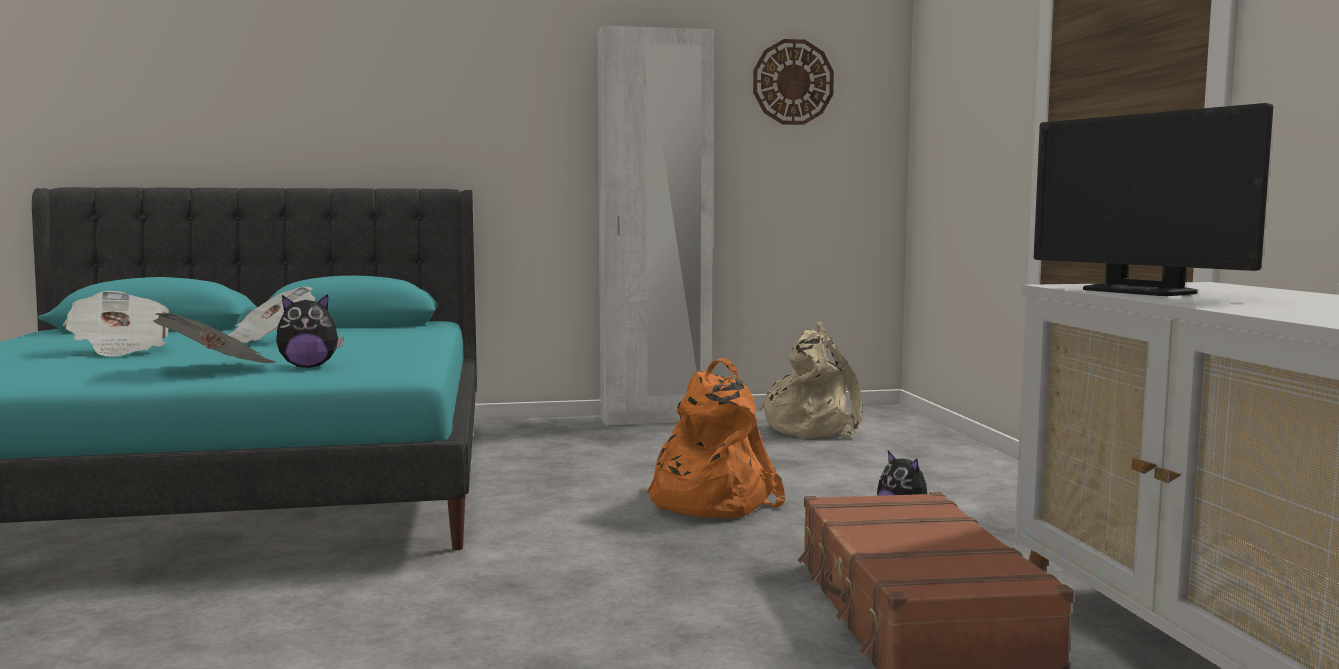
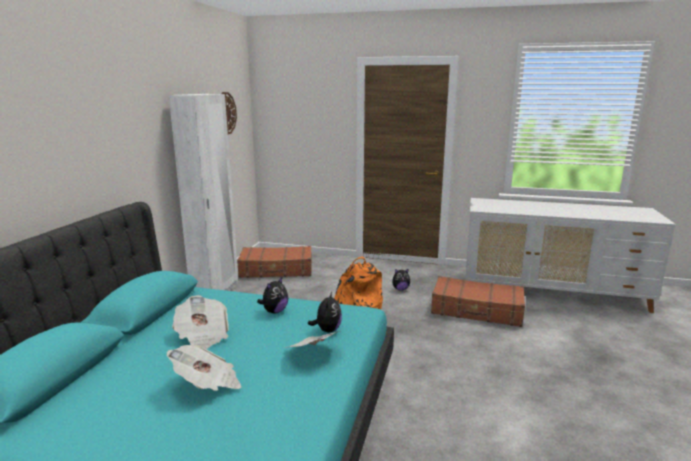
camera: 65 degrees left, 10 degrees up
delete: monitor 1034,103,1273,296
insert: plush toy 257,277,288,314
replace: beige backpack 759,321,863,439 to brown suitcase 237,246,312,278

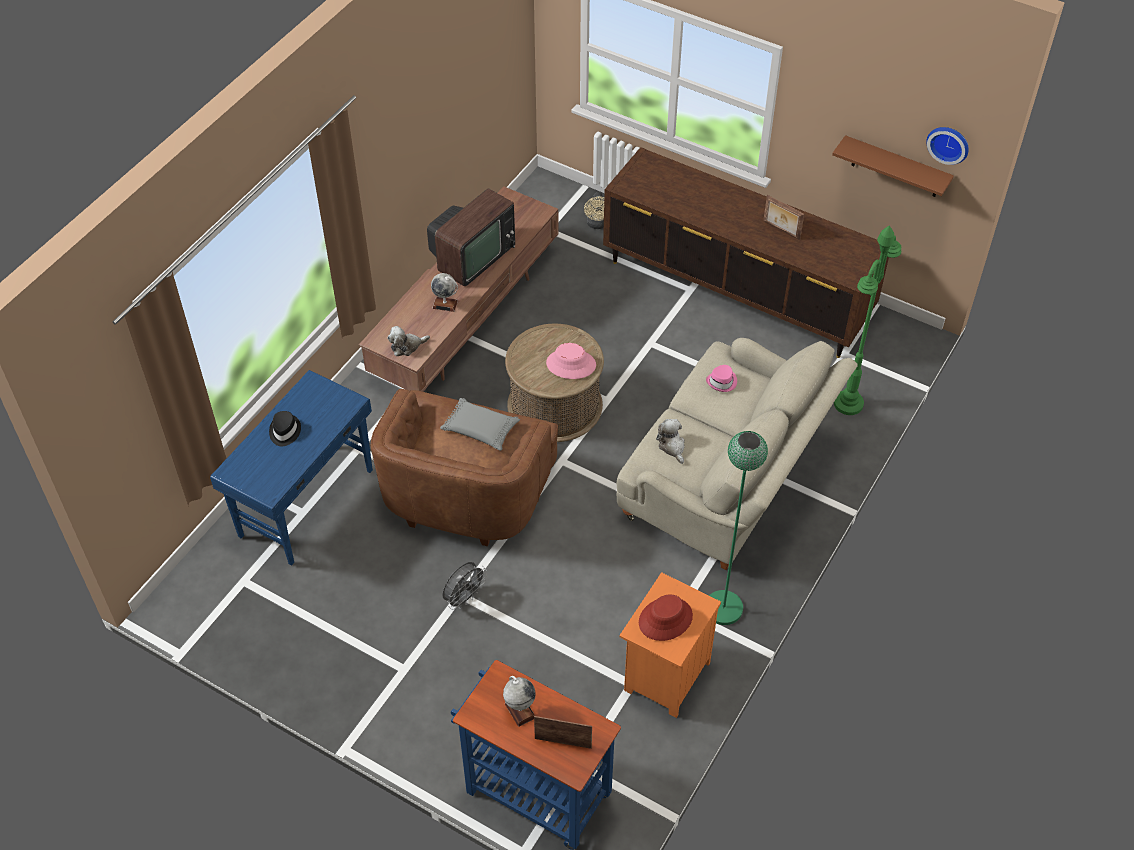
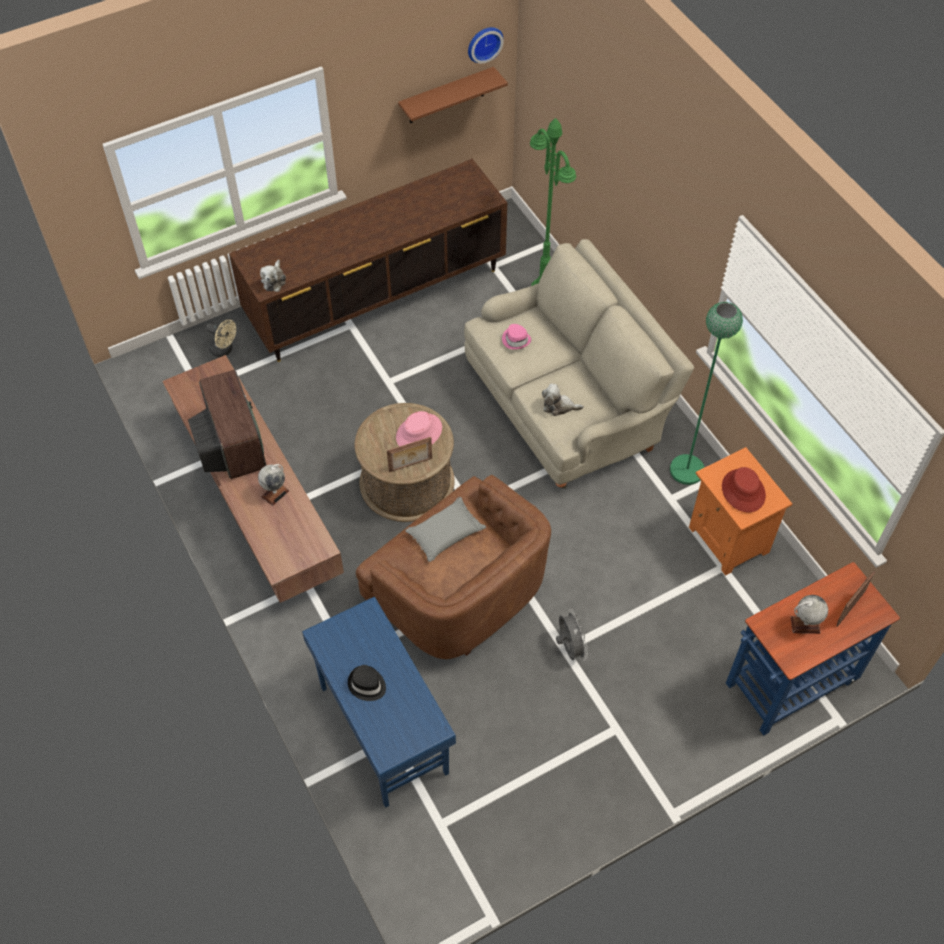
camera: 60 degrees left, 5 degrees up
move: plush toy 387,326,430,356 to 260,260,286,292; picture frame 763,195,804,240 to 387,437,432,472

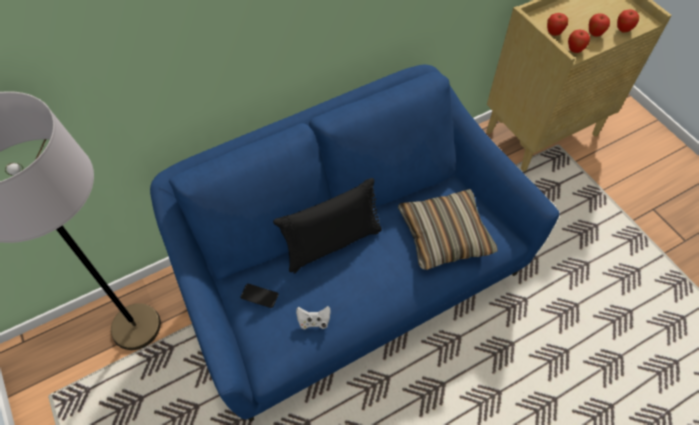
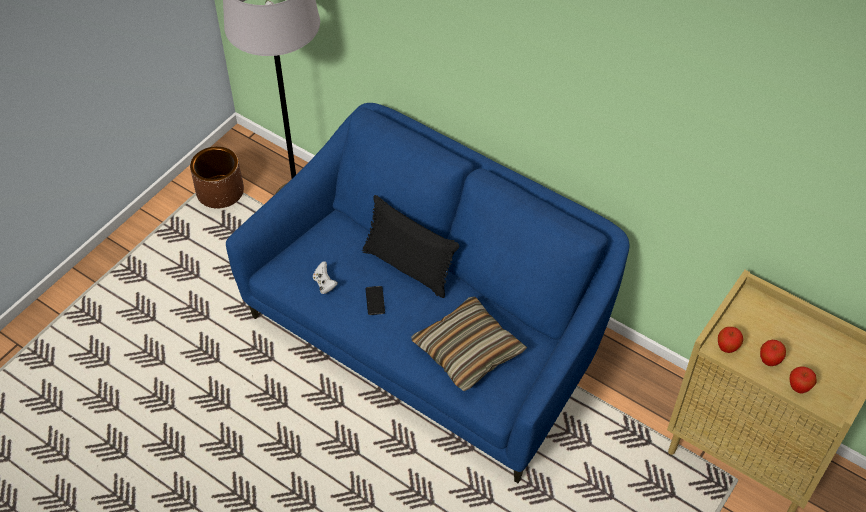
camera: 65 degrees right, 5 degrees down
delete: apple 547,13,568,36
insert: brown planter 190,146,244,208
move: phone 240,284,279,308 to 366,286,385,315

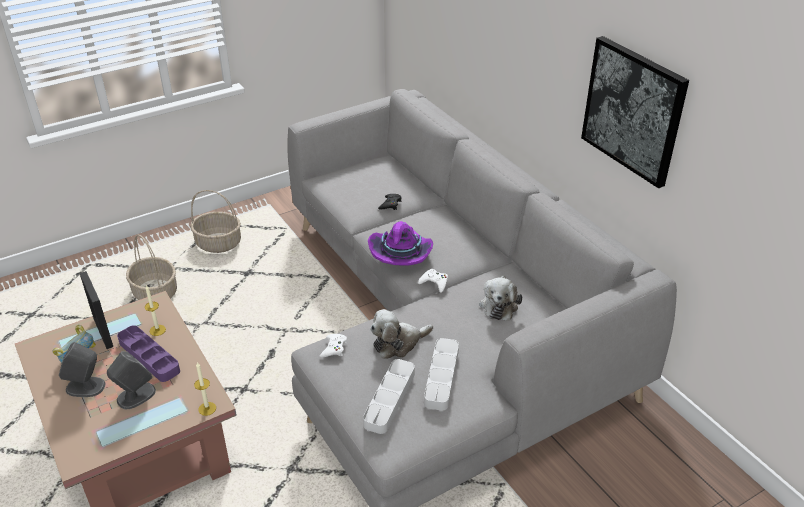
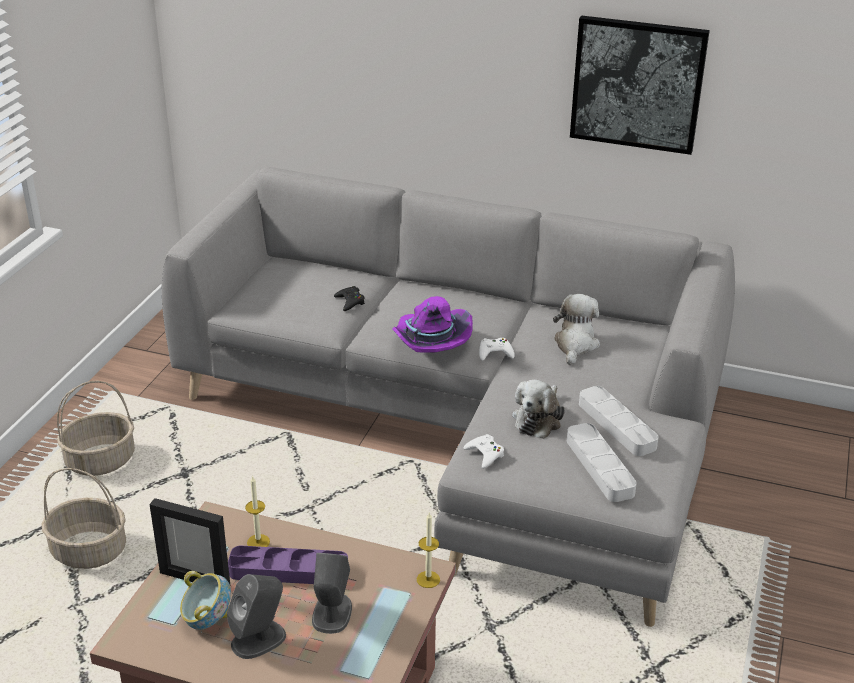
camera: 40 degrees left, 5 degrees down
rotate: plush toy 479,275,522,321 = 553,294,600,365 135 degrees counterclockwise

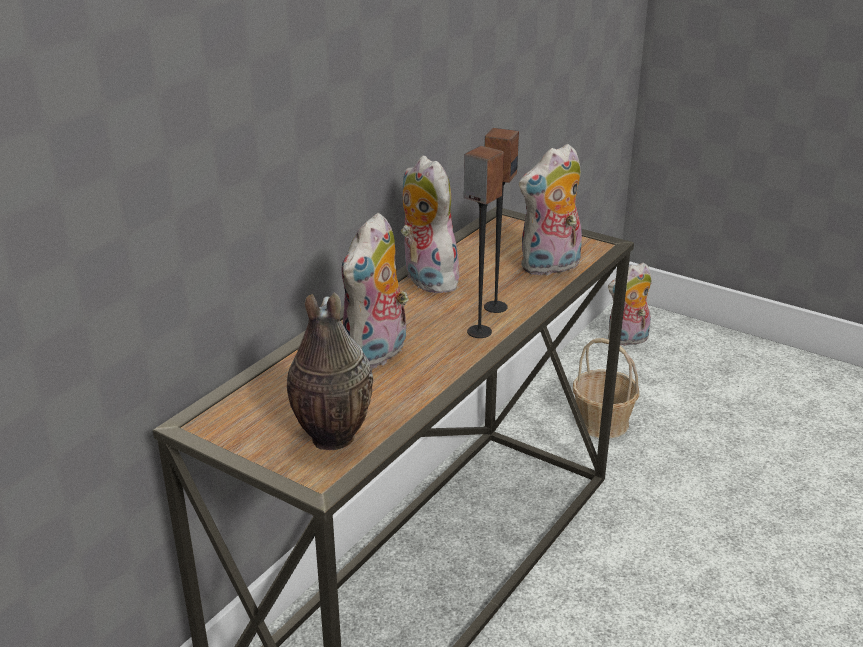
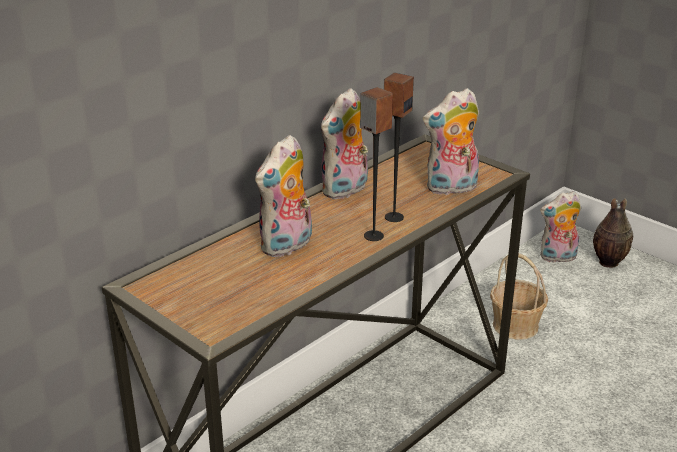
camera: 10 degrees right, 0 degrees up
move: vase 287,292,374,450 to 593,198,633,268
rotate: plush toy 401,156,464,293 = 321,88,368,199 120 degrees counterclockwise

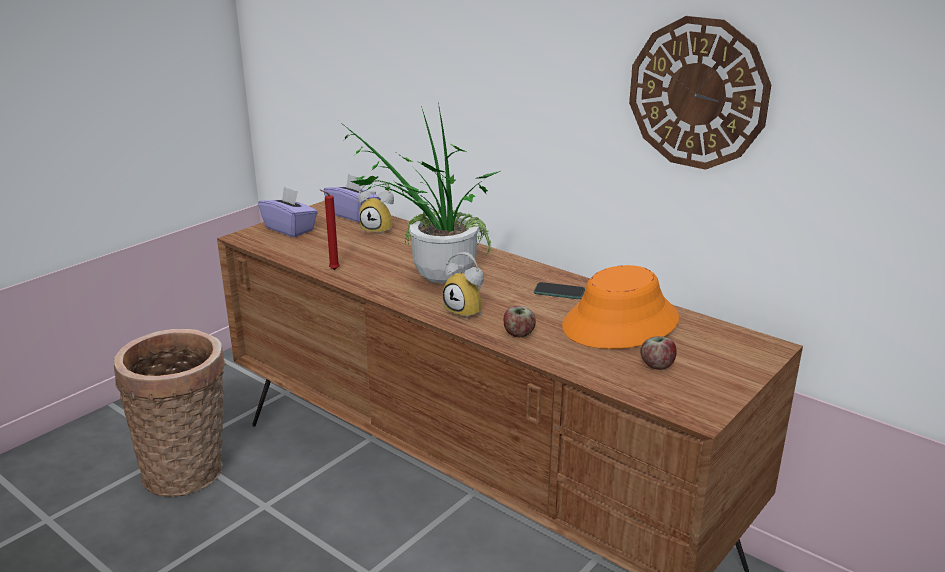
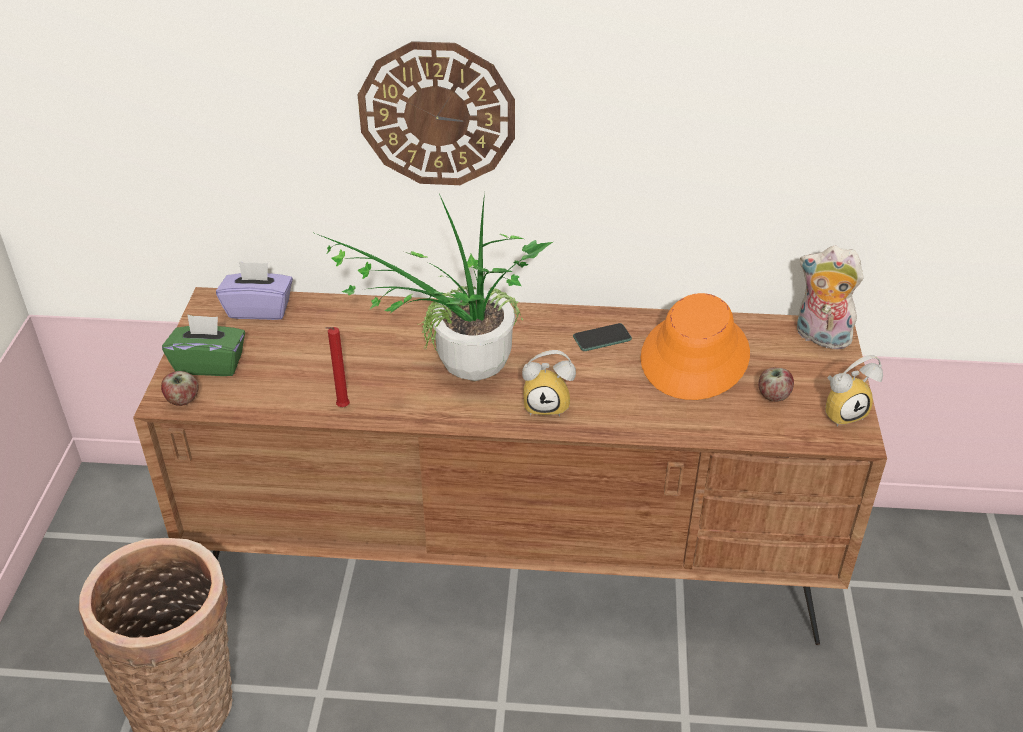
camera: 35 degrees left, 15 degrees up
insert: plush toy 797,246,864,349
move: alarm clock 358,179,394,235 to 825,355,883,427; apple 504,306,536,337 to 161,371,199,406; wall clock 629,16,771,170 to 358,41,515,185
recolor: purple tissue box 258,187,318,237 to green tissue box 162,314,245,376

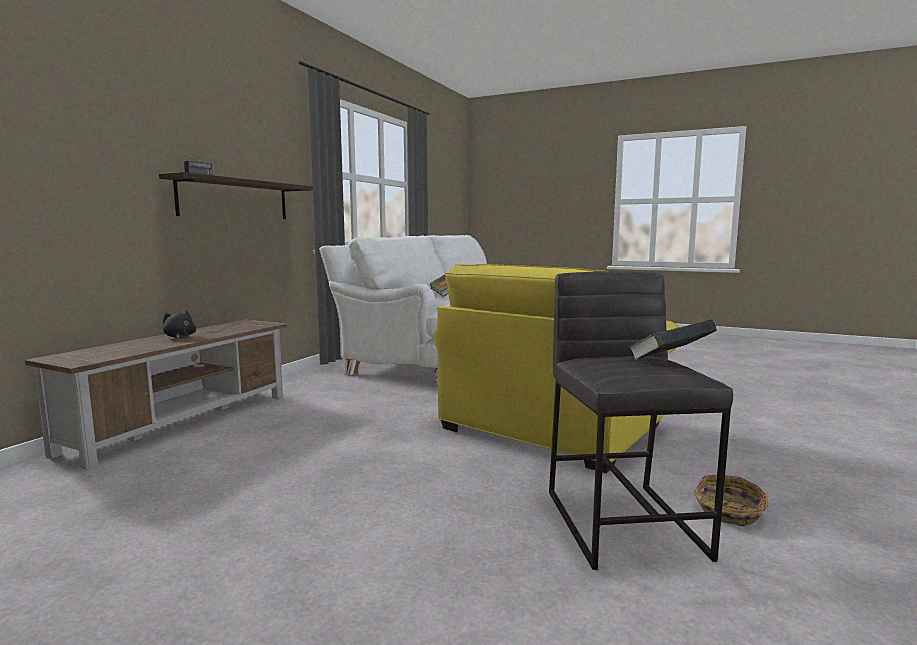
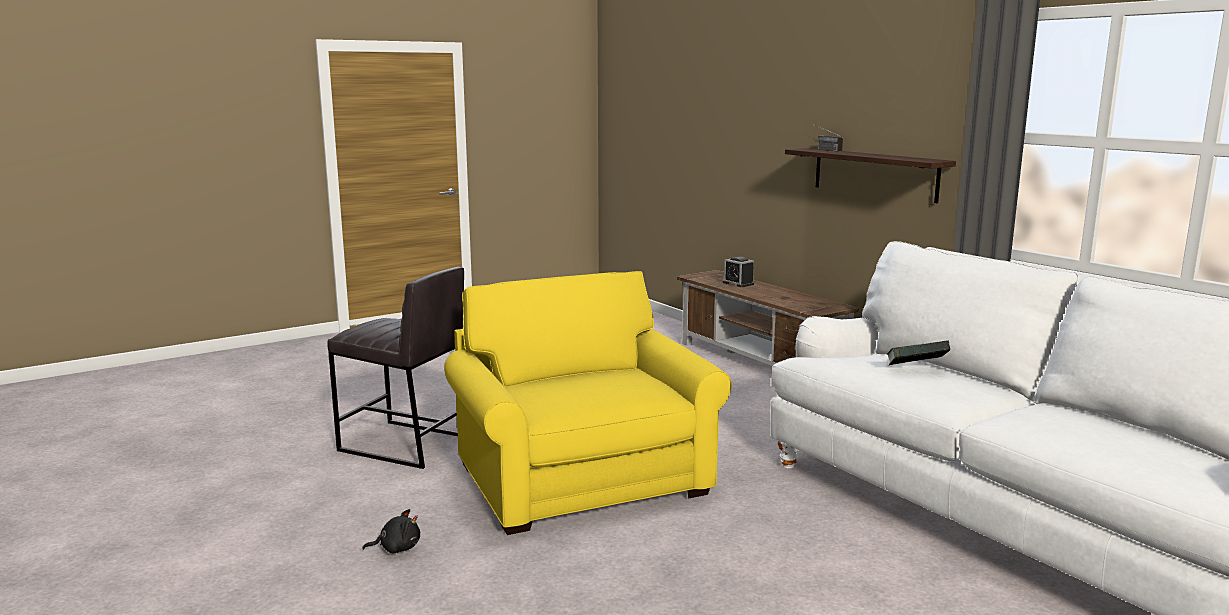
camera: 120 degrees right, 5 degrees up
delete: book 628,319,717,361; basket 694,475,768,526
insert: alarm clock 723,257,754,287
move: black plush toy 163,310,196,338 to 363,509,420,553

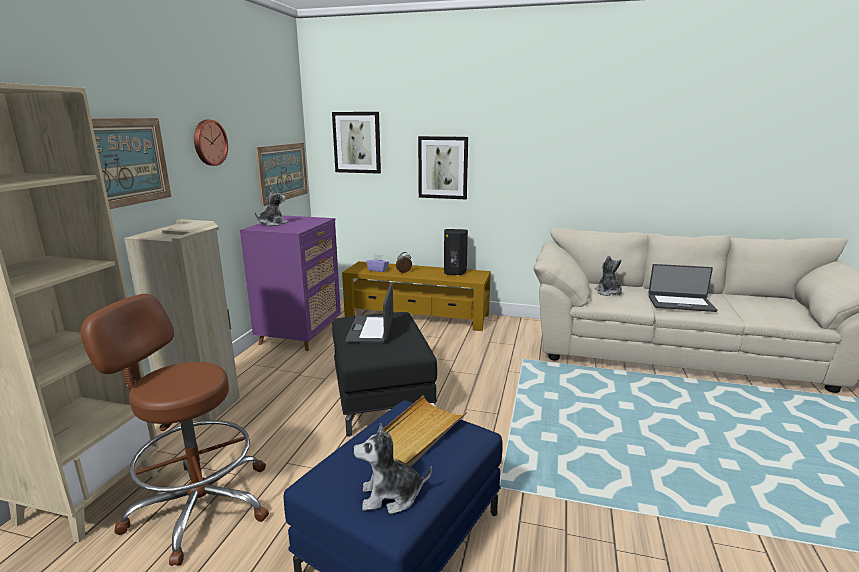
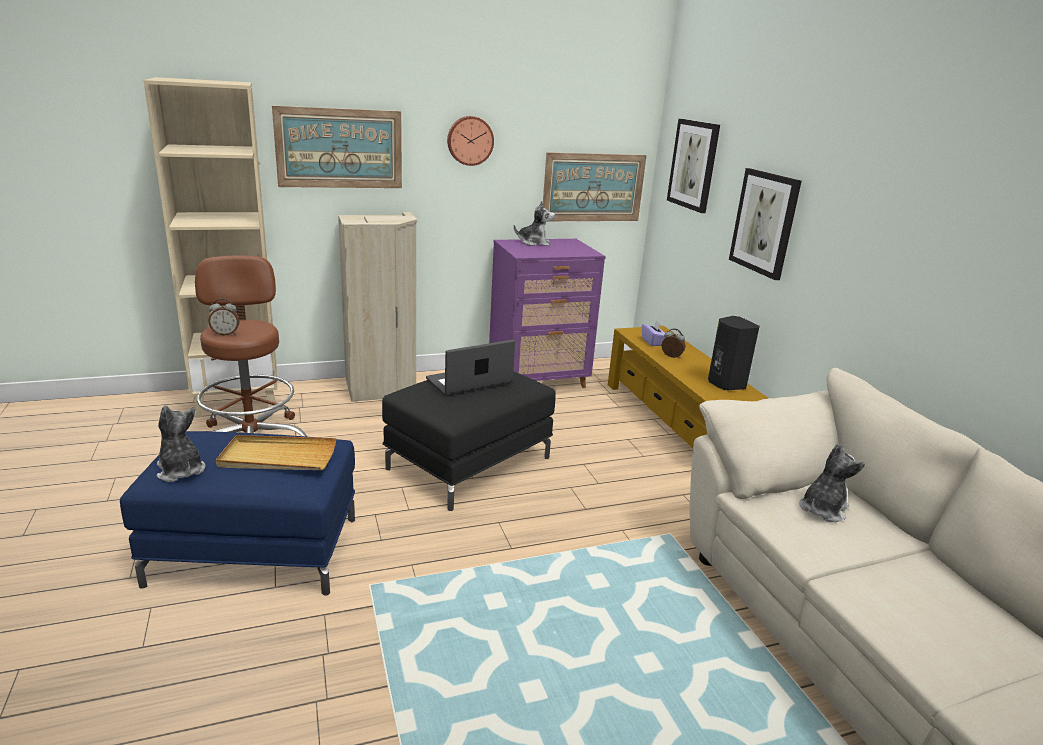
camera: 55 degrees right, 5 degrees up
delete: laptop 648,264,717,312
insert: alarm clock 208,298,239,335

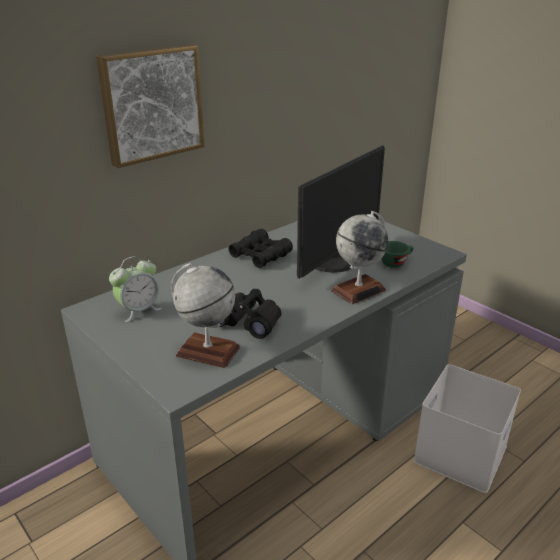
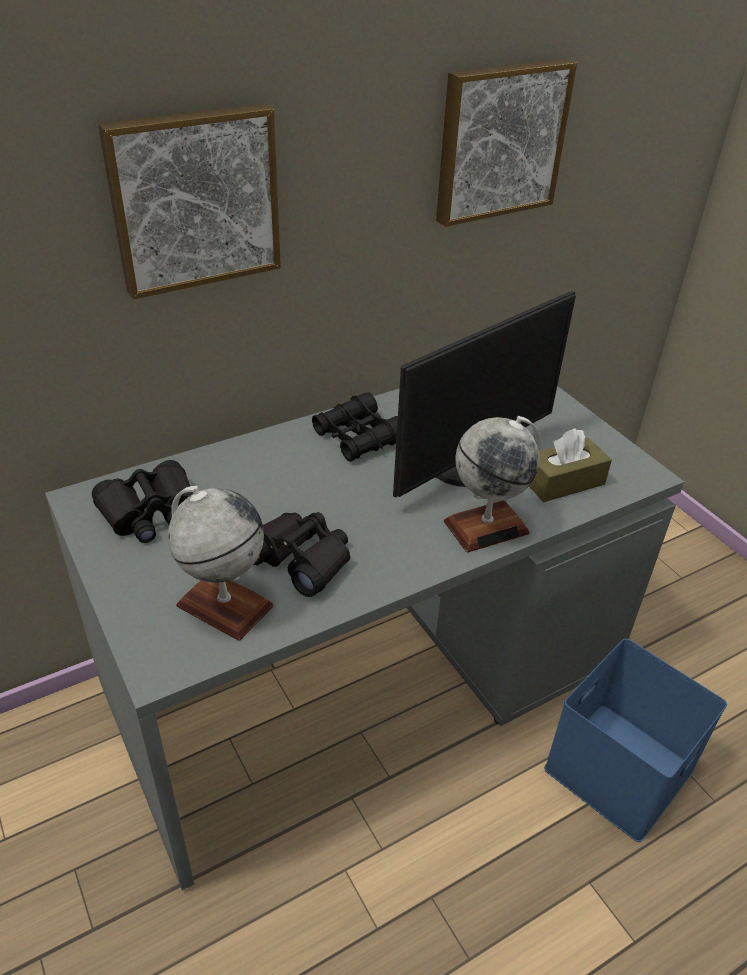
camera: 10 degrees right, 10 degrees up
insert: picture 436,59,577,227
replace: alarm clock 109,256,162,322 to black binoculars 92,460,193,543; green cup 381,241,414,268 to brown tissue box 529,428,612,502
recolor: white storage box 413,364,521,493 to blue storage box 544,638,727,842

